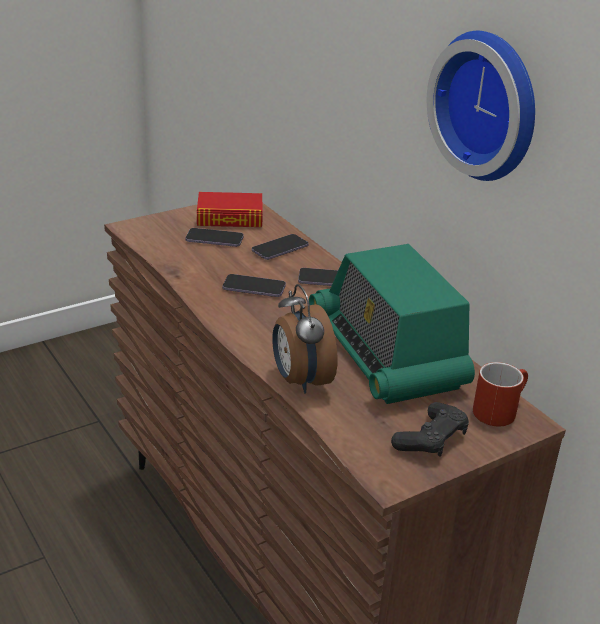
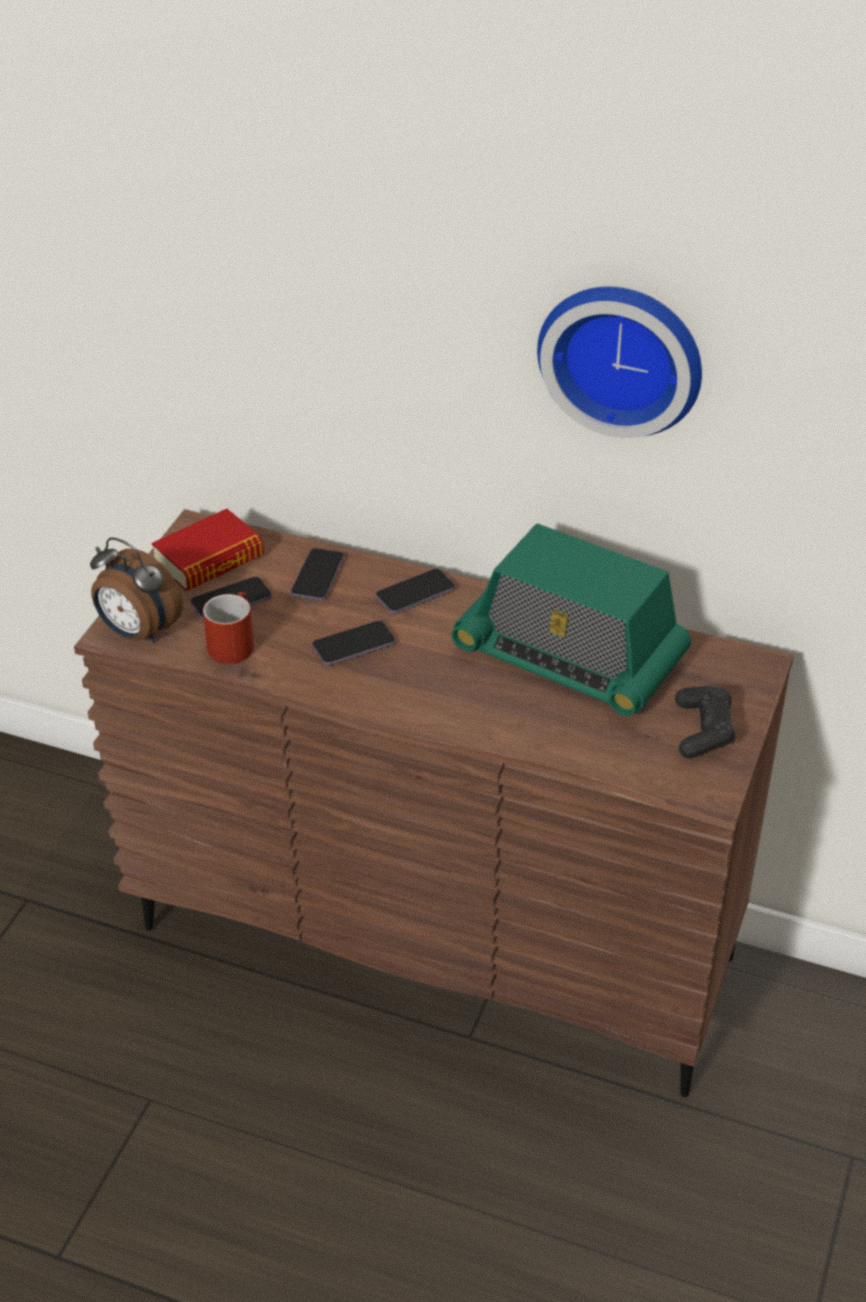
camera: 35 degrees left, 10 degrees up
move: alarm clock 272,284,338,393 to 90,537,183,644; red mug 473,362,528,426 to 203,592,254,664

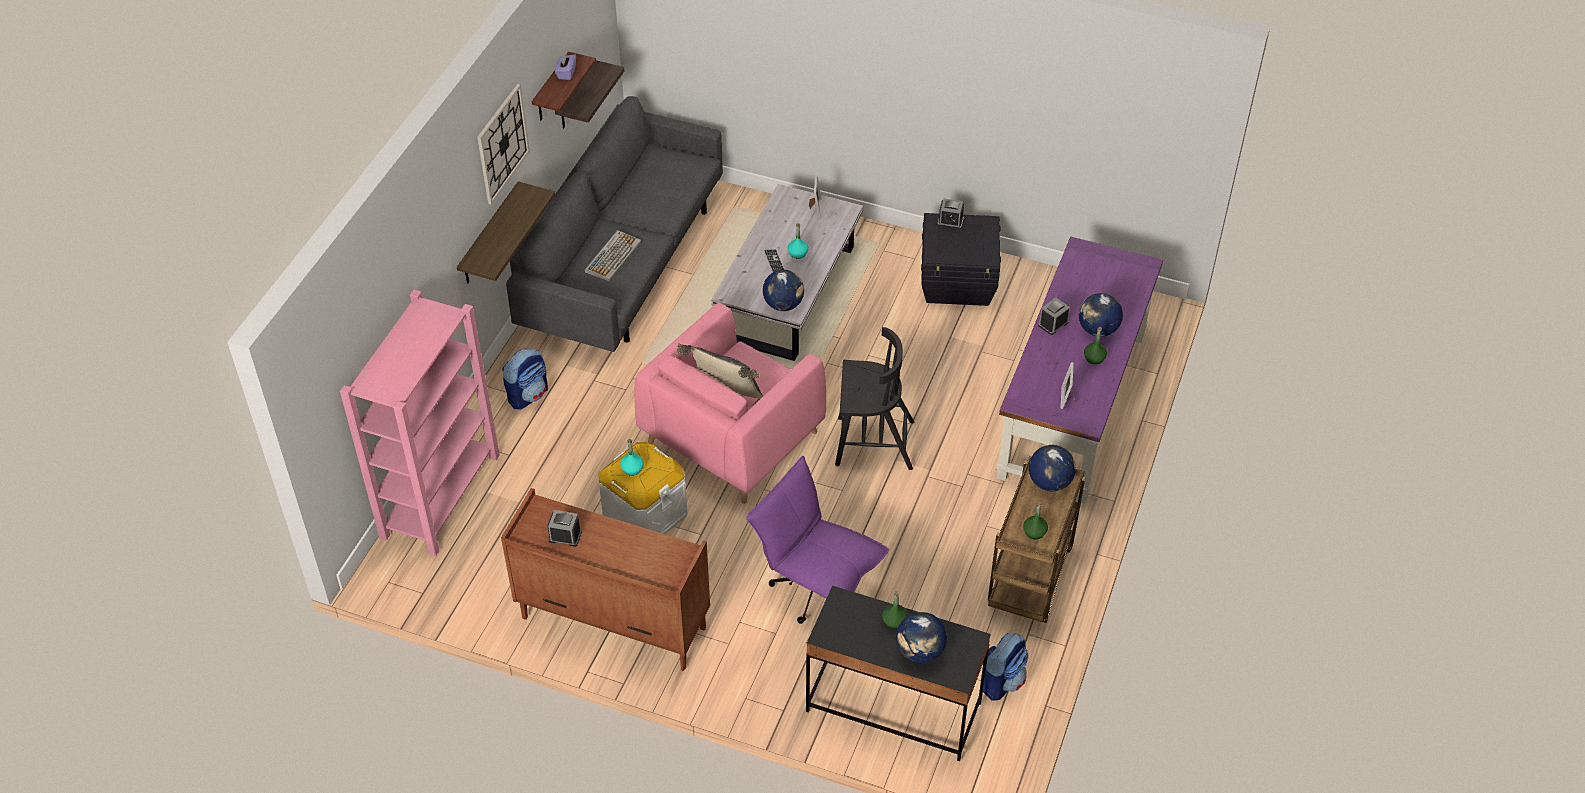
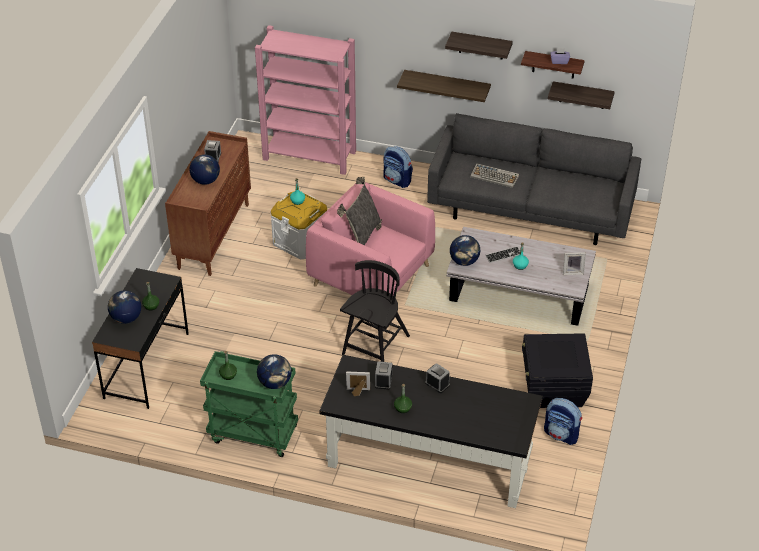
camera: 85 degrees right, 5 degrees down
delete: purple office chair 746,456,889,624
move: alarm clock 937,198,964,229 to 375,361,393,390; backpack 983,633,1029,700 to 544,398,582,445; globe 1079,293,1123,337 to 190,154,220,185
replace: wall clock 477,84,530,205 to shelf 445,32,513,60
recolor: brown cart 988,456,1085,623 to green cart 200,351,298,457; purple desk 996,236,1163,504 to black desk 319,355,543,508
rotate: black chair 835,327,914,470 = 340,260,410,362 150 degrees counterclockwise

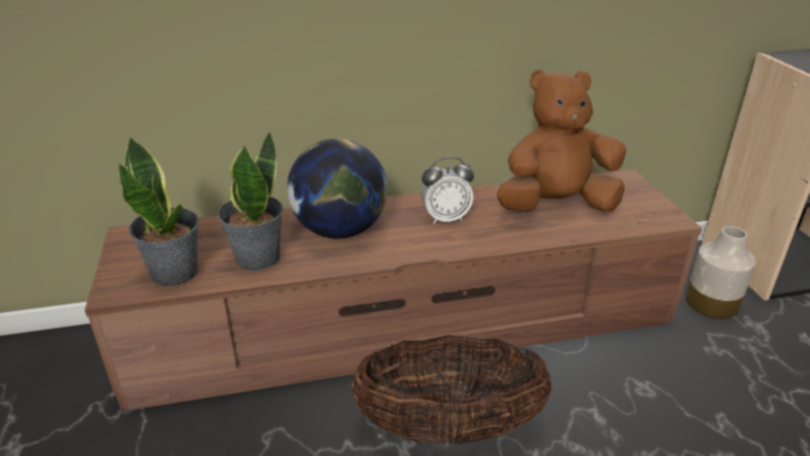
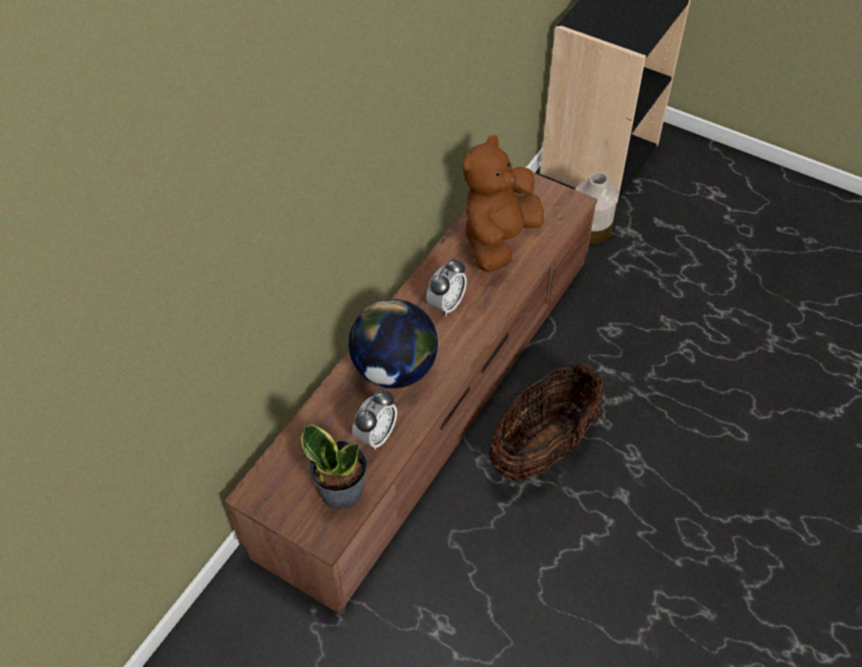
camera: 45 degrees left, 20 degrees up
replace: potted plant 218,130,283,271 to alarm clock 352,389,397,450

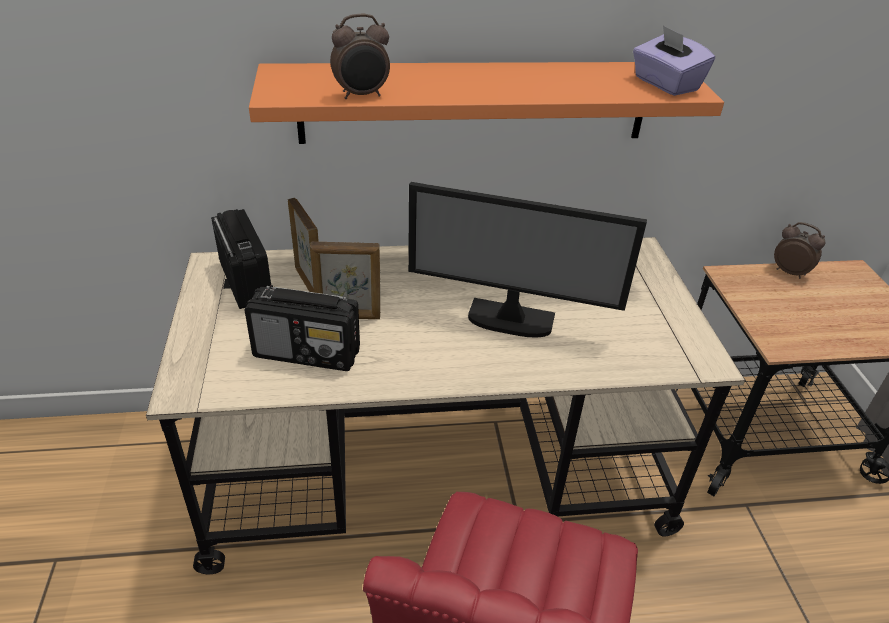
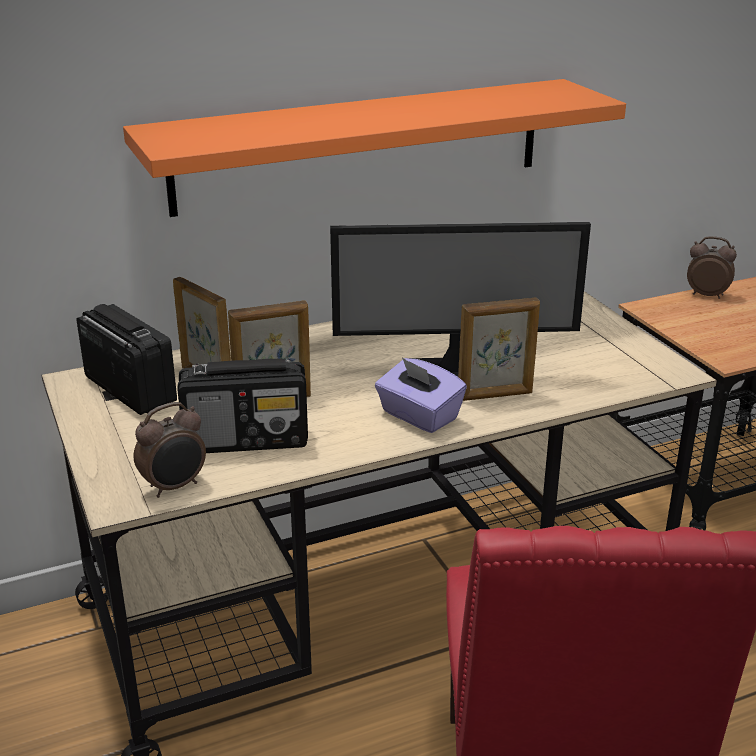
camera: 15 degrees left, 10 degrees down
insert: picture frame 458,298,540,401
move: alarm clock 330,14,390,99 to 134,402,206,498; purple tissue box 633,25,715,96 to 375,357,467,433

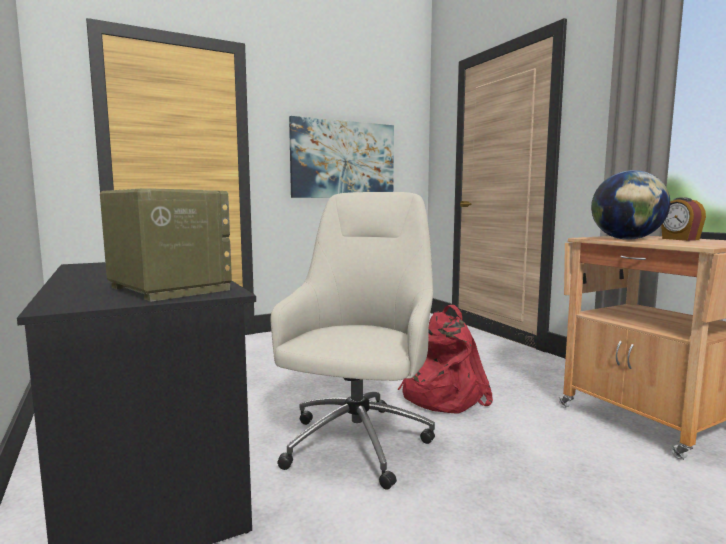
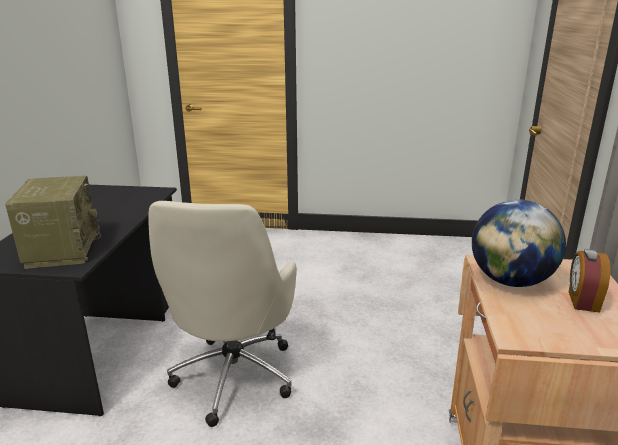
camera: 35 degrees right, 15 degrees up
delete: picture 289,116,394,198; red backpack 397,305,493,413
rotate: beige office chair 271,192,435,490 = 148,201,297,427 135 degrees clockwise

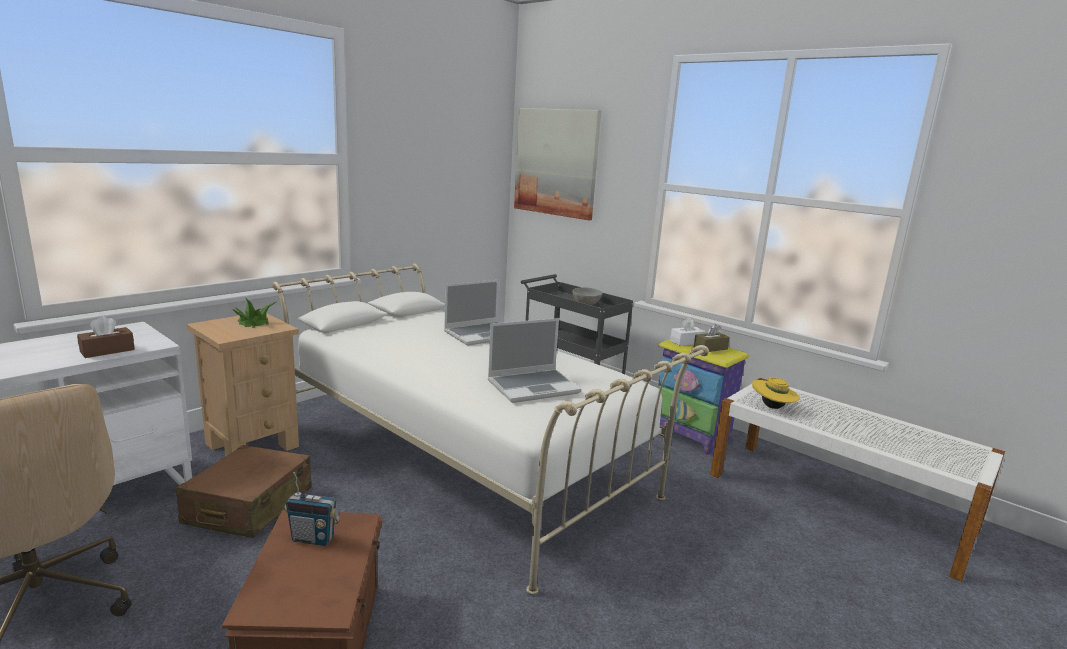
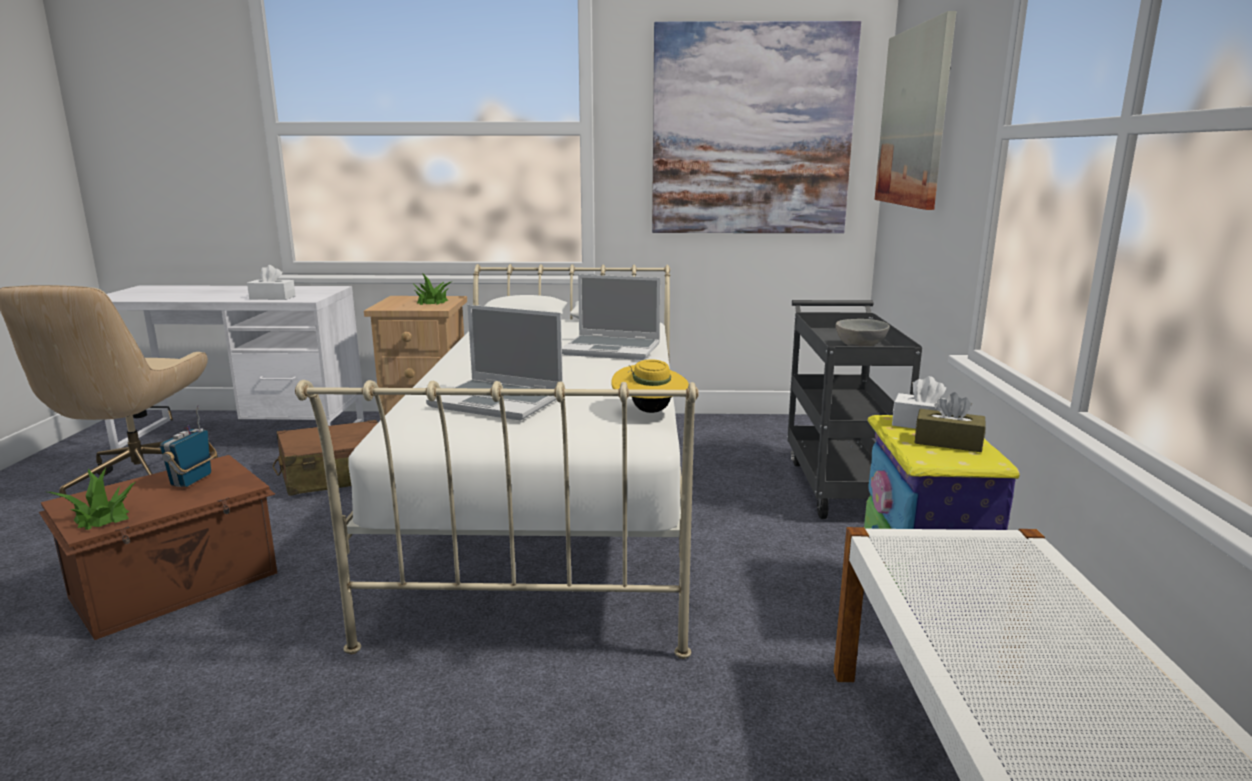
camera: 50 degrees right, 0 degrees up
insert: potted plant 48,468,135,530; picture 652,21,861,233
move: yellow hat 752,377,800,409 to 611,359,689,413
recolor: brown tissue box 77,316,135,358 to white tissue box 247,265,296,300
rotate: radio 284,472,341,546 = 160,406,217,487 45 degrees clockwise

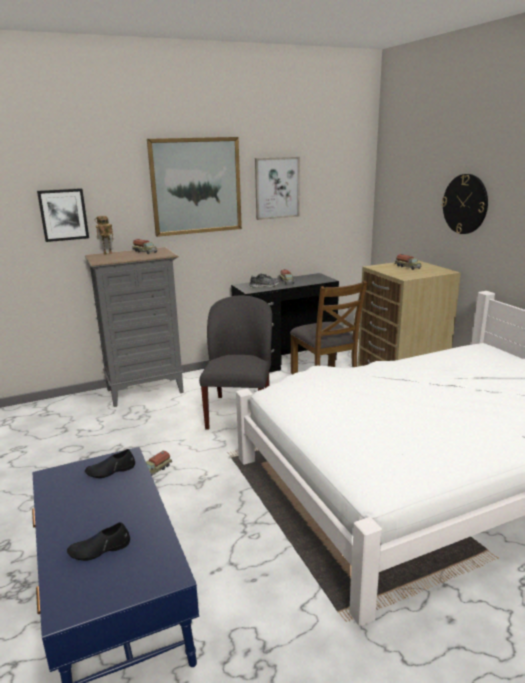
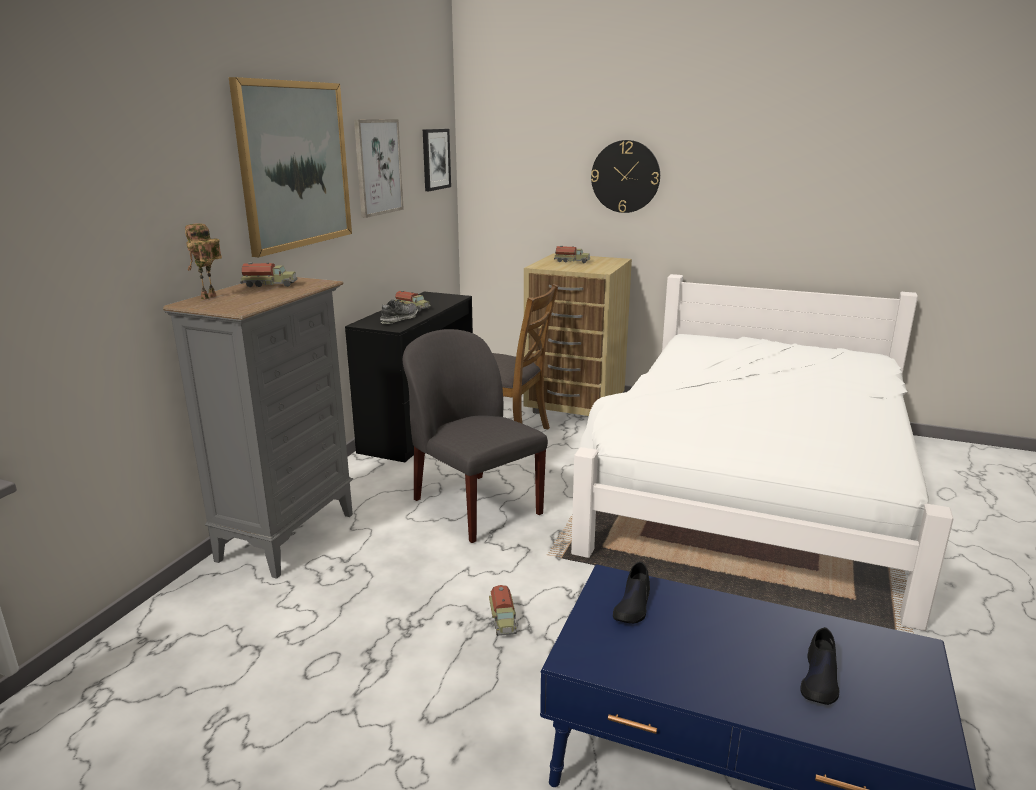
camera: 45 degrees left, 0 degrees up
move: picture 37,188,89,242 to 423,129,451,191

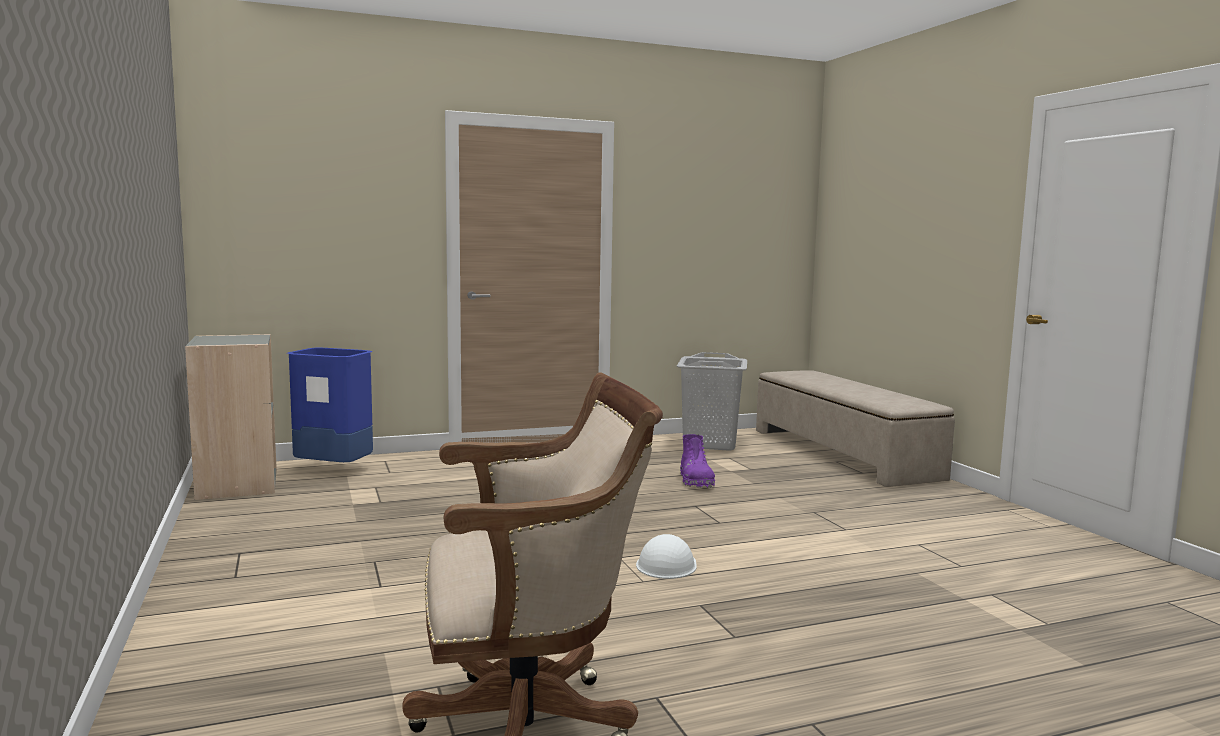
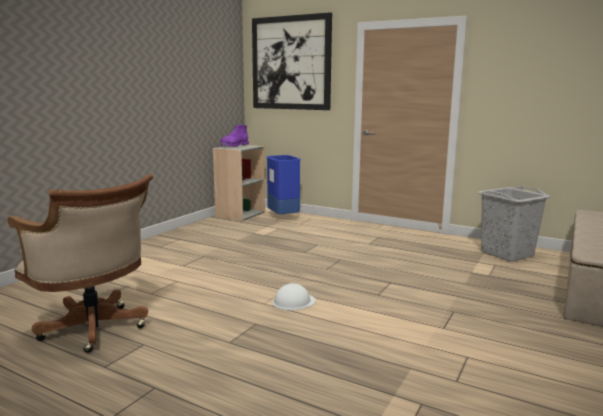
camera: 50 degrees right, 5 degrees up
insert: picture 252,12,332,110
move: purple boot 680,434,715,488 to 220,125,249,148

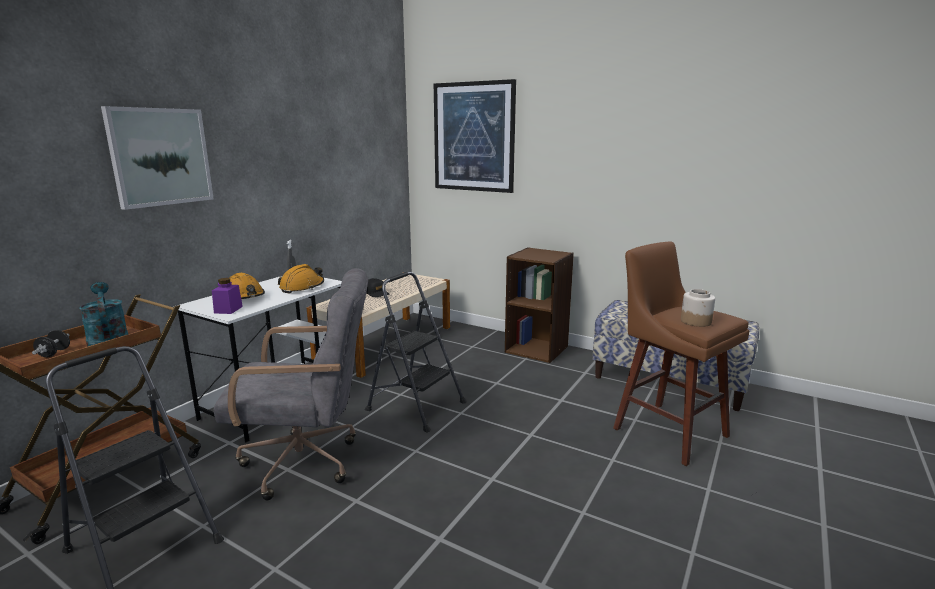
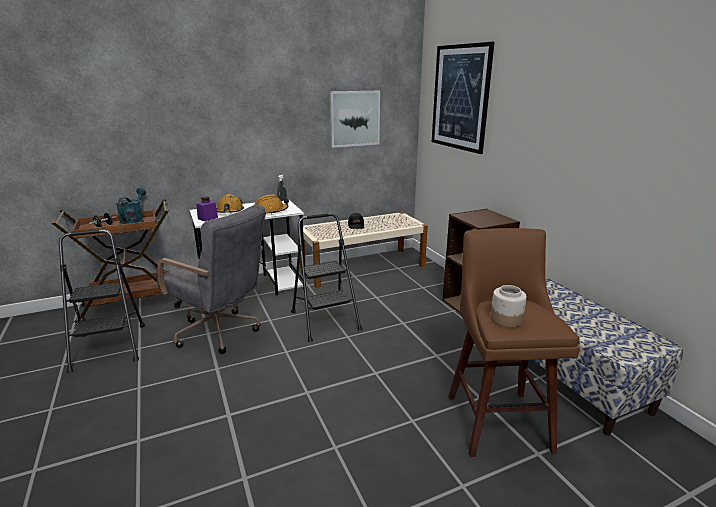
camera: 35 degrees right, 5 degrees up
move: picture 101,106,214,210 to 329,91,380,148

